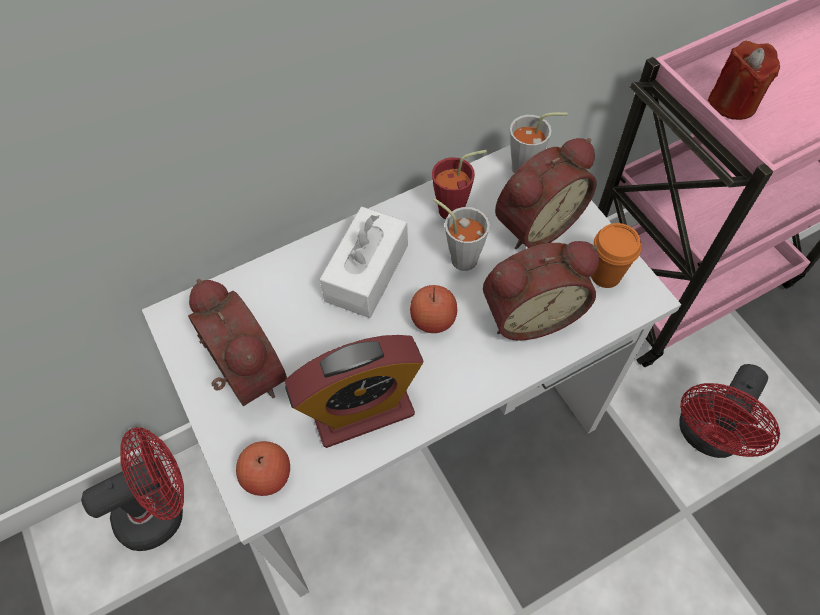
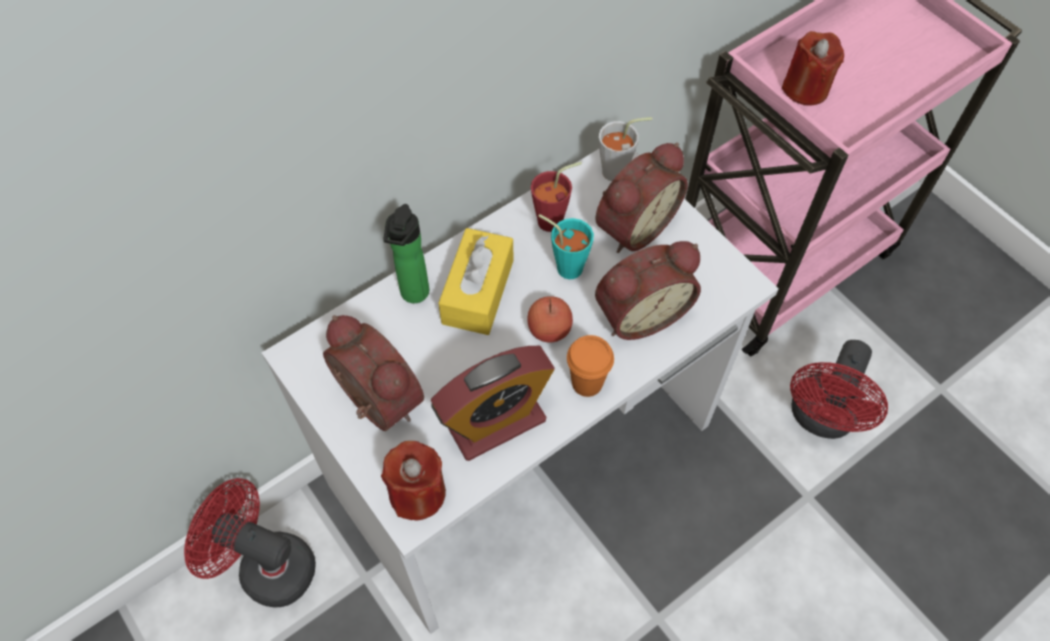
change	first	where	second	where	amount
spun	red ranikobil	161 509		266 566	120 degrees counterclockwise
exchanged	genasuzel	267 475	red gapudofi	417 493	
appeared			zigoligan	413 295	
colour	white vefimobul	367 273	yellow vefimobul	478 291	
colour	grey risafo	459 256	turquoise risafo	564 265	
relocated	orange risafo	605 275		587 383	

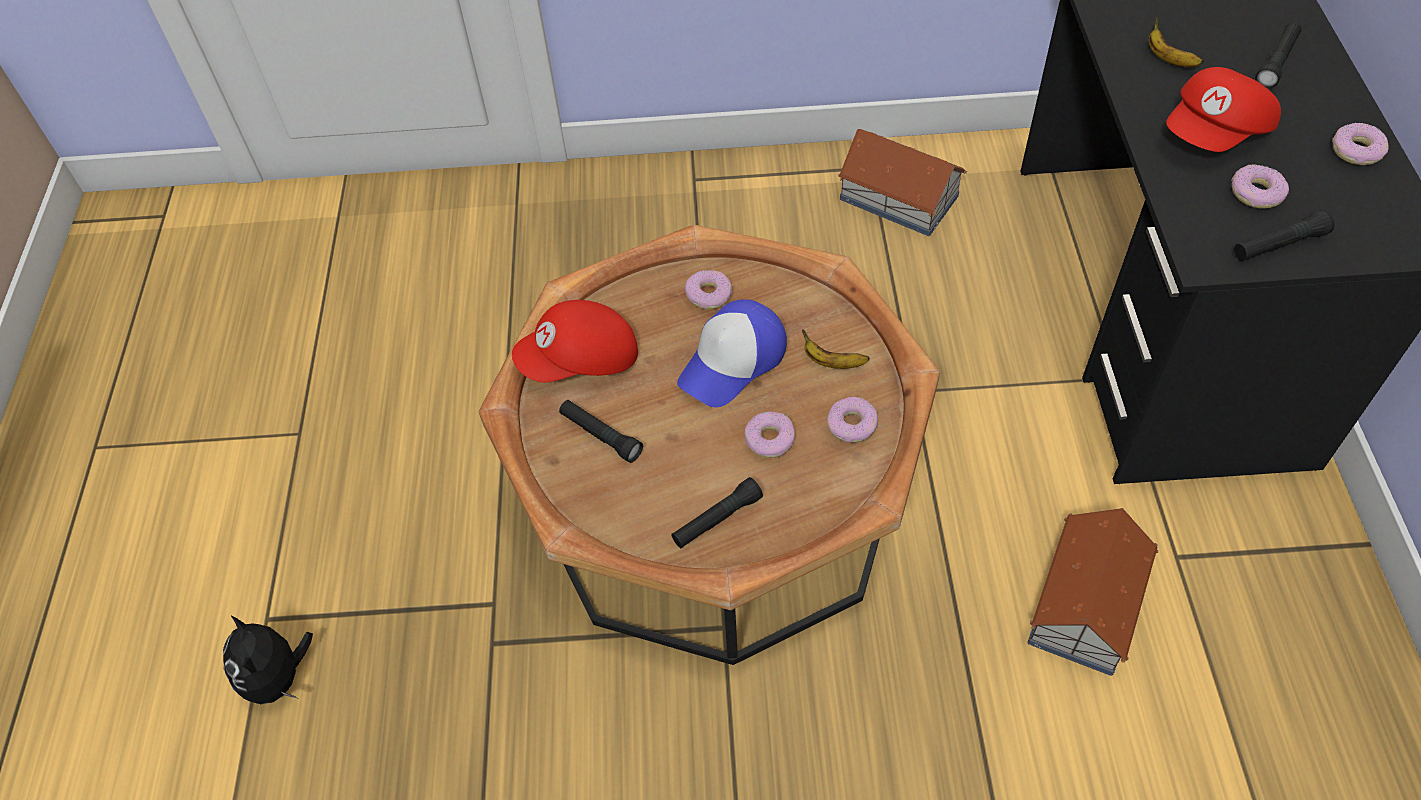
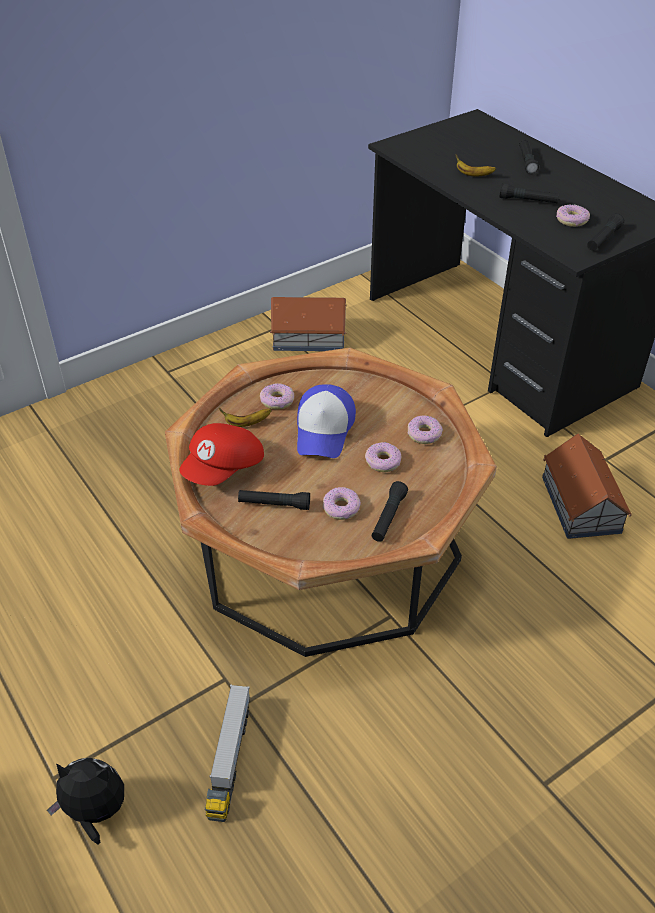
change	first	where	second	where	amount
spun	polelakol	279 678		95 812	150 degrees clockwise
appeared			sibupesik	229 759	
relocated	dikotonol	832 362		247 423	
relocated	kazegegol	1357 151		341 508	
exchanged	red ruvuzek	1216 134	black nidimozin	528 201	

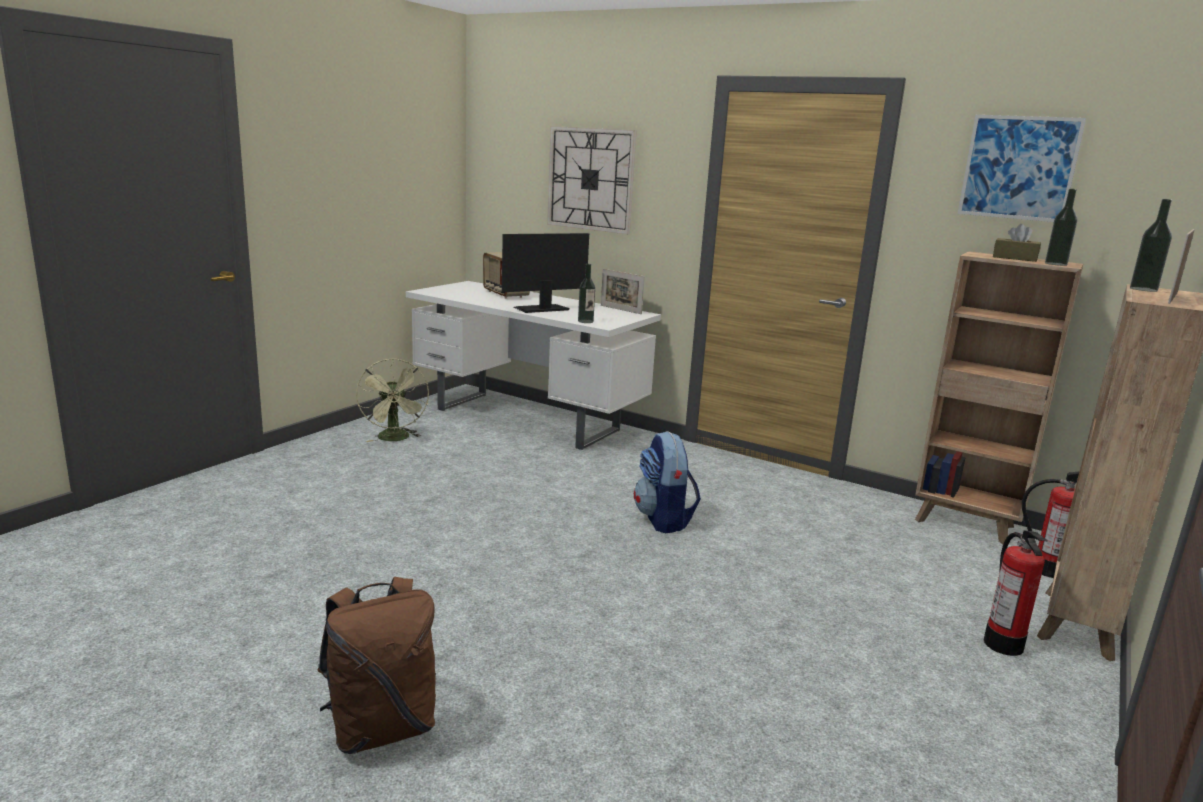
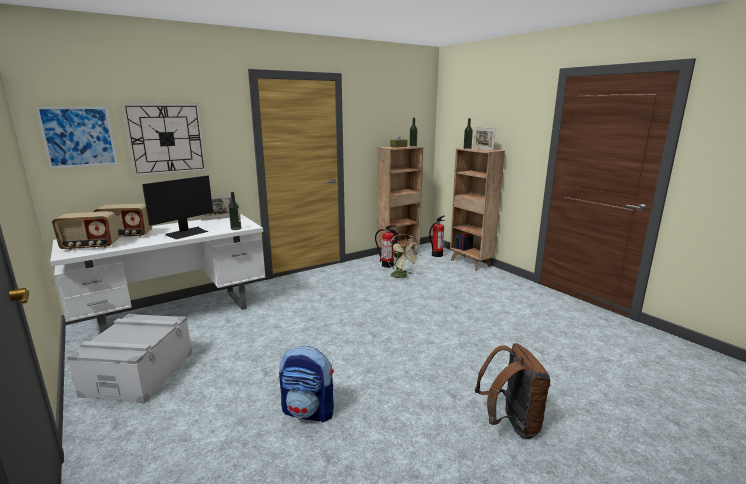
change	first	where	second	where	amount
relocated	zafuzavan	1019 168		78 137	
appeared			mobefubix	90 246	
exchanged	green ranikobil	395 439	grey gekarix	139 373	
spun	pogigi	541 309		187 233	135 degrees counterclockwise
relocated	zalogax	664 519		309 411	
relocated	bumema	1003 644		387 265	
appeared			beige ranikobil	402 276	

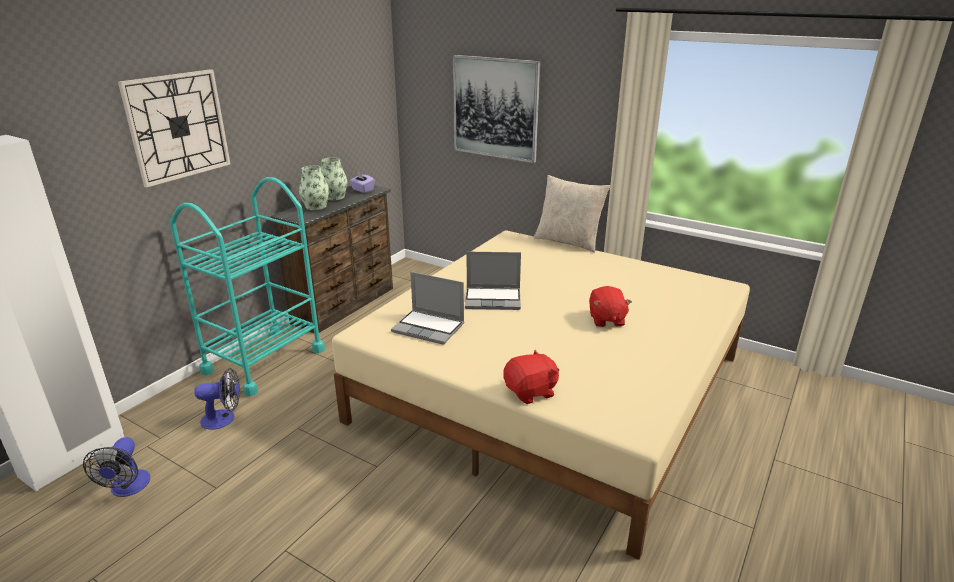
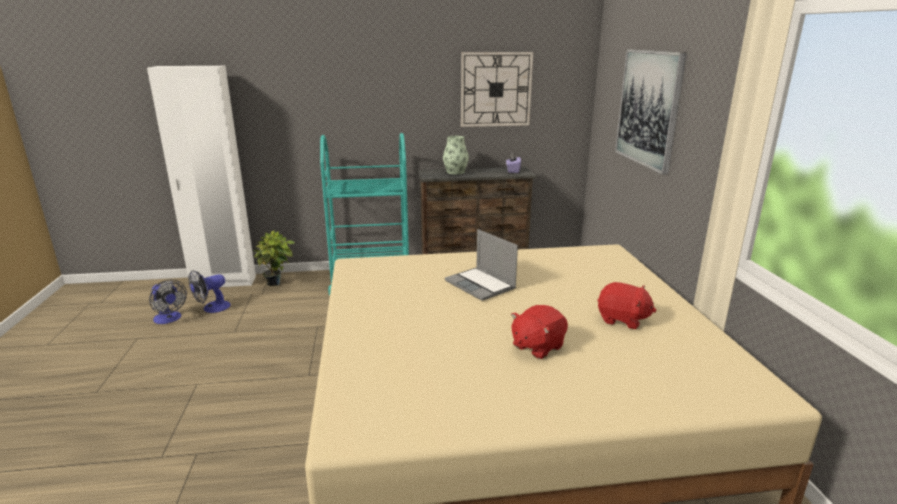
change	first	where	second	where	amount
relocated	ranikobil	224 419		169 319	
appeared			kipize	276 284	
relocated	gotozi	178 126		496 89	
relocated	red polelakol	531 392		622 319	
missing	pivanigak	334 197			
missing	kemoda	429 328			
missing	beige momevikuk	568 242			

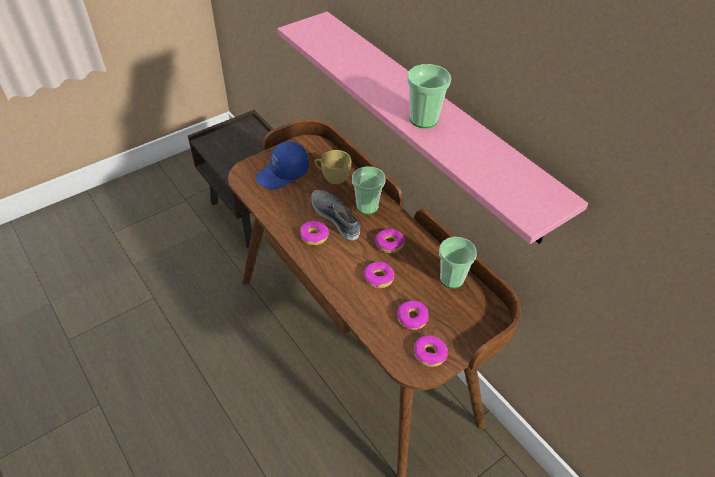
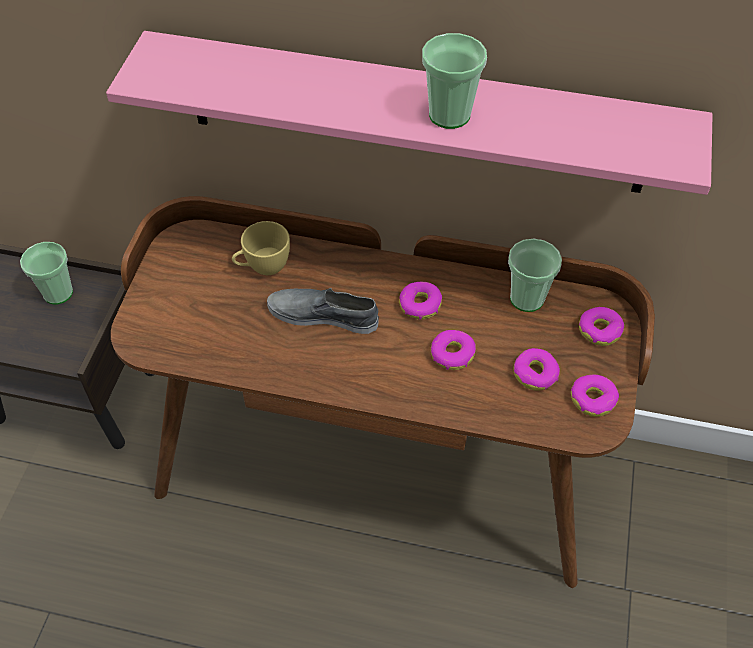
change	first	where	second	where	amount
relocated	risafo	367 206		58 293	
relocated	kazegegol	314 236		600 330	
missing	blue ruvuzek	283 174			

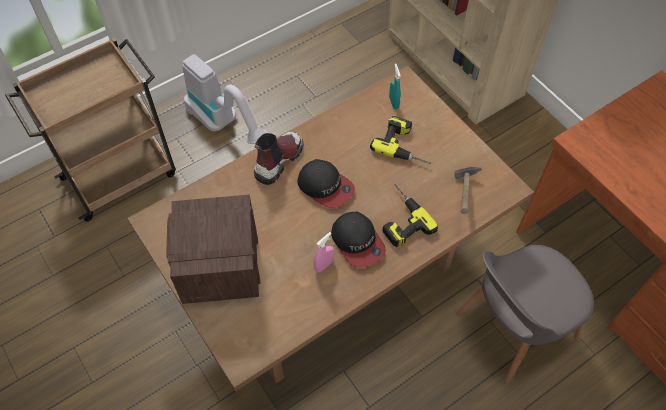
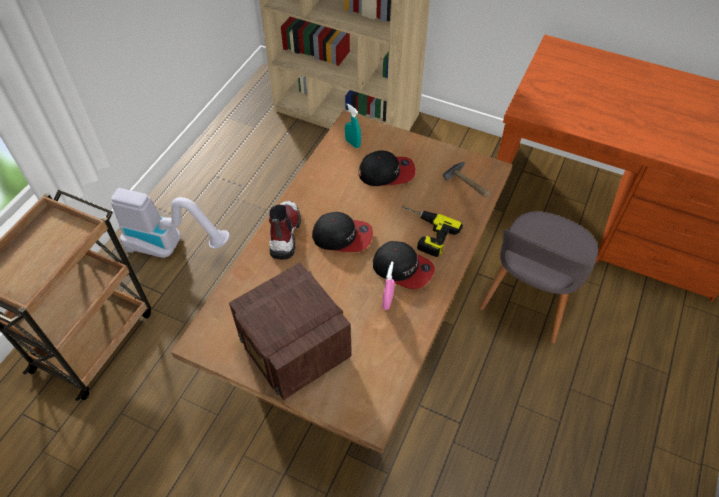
change	first	where	second	where	amount
exchanged	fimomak	405 145	ruvuzek	387 172	

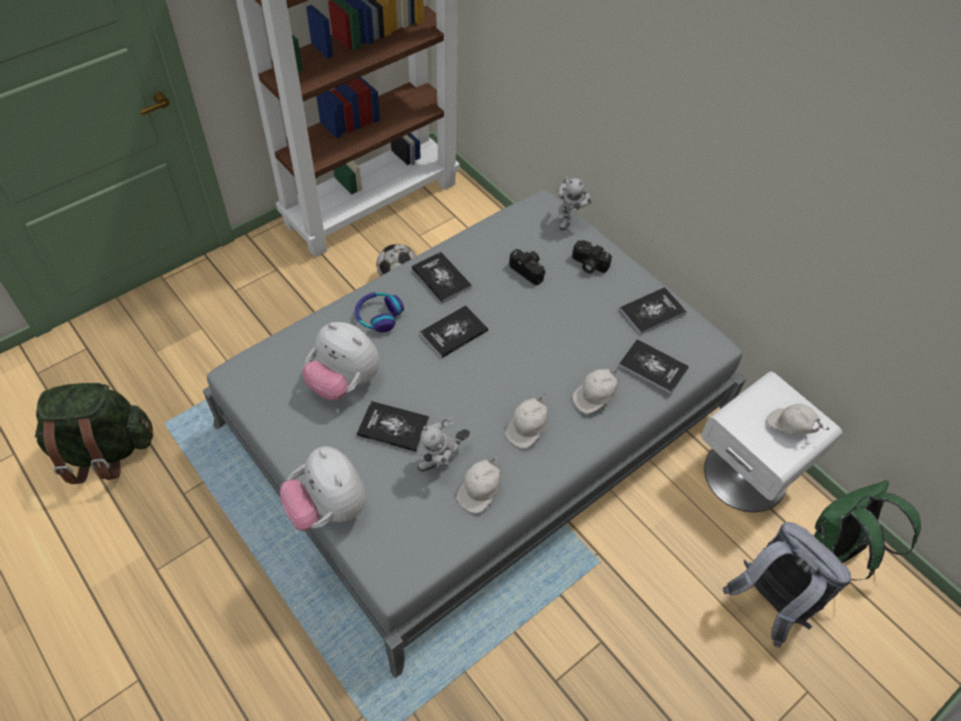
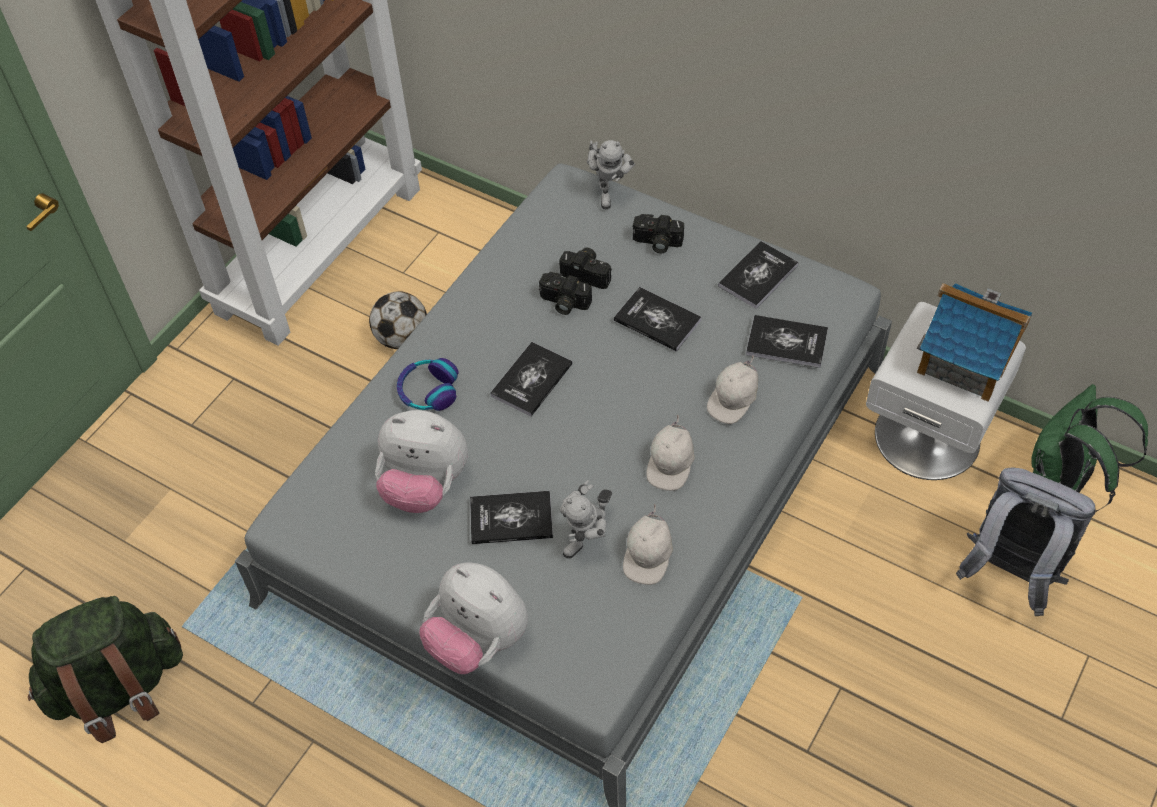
change	first	where	second	where	amount
appeared			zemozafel	563 303	
relocated	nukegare	441 278		657 320	
exchanged	white ruvuzek	790 427	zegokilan	966 360	

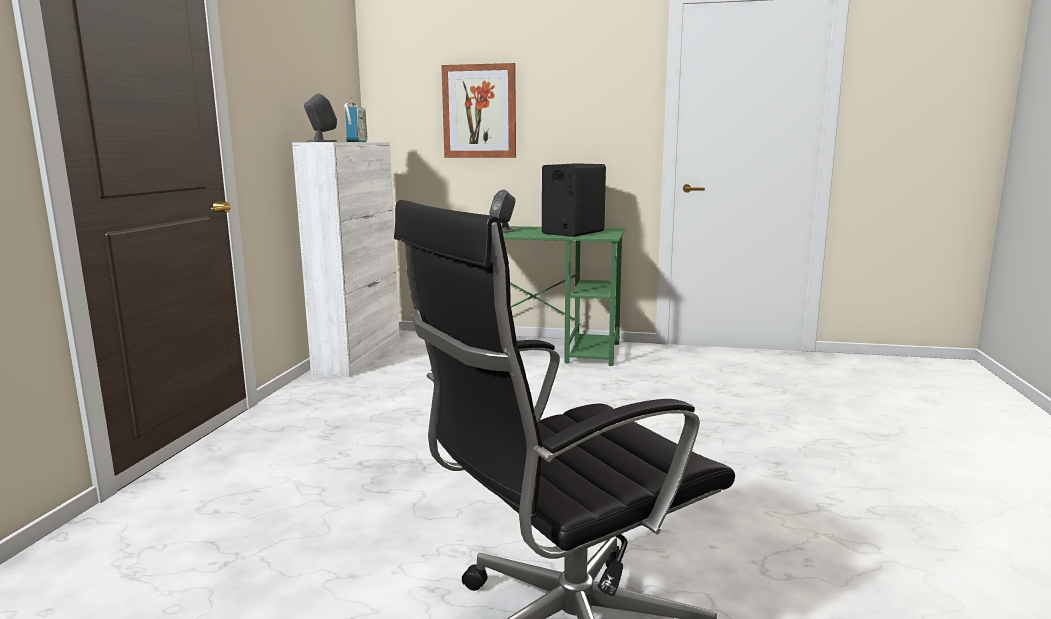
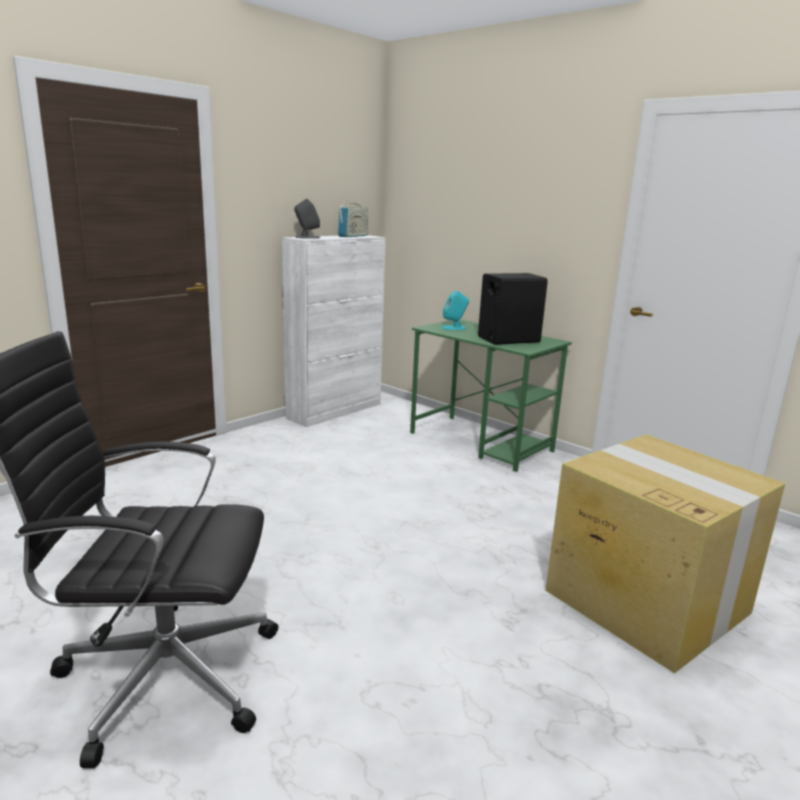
change	first	where	second	where	amount
colour	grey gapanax	503 231	turquoise gapanax	454 328	
appeared			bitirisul	644 600	
missing	zafuzavan	479 111			

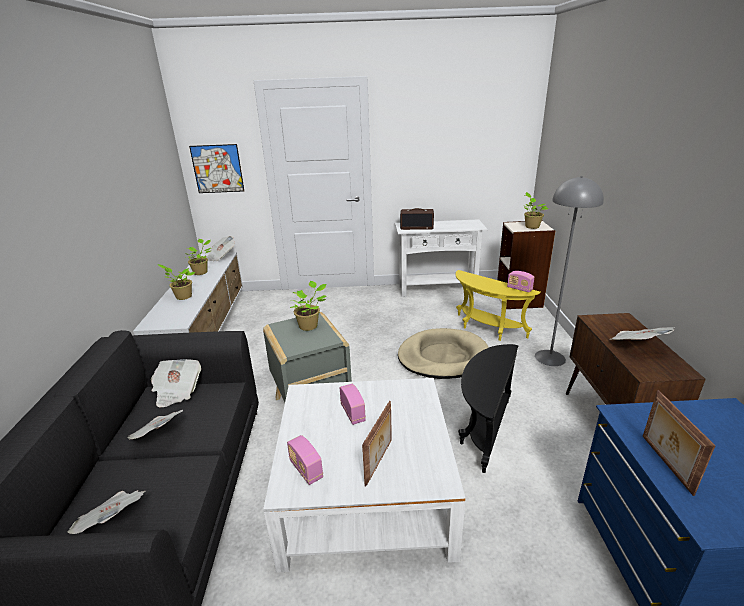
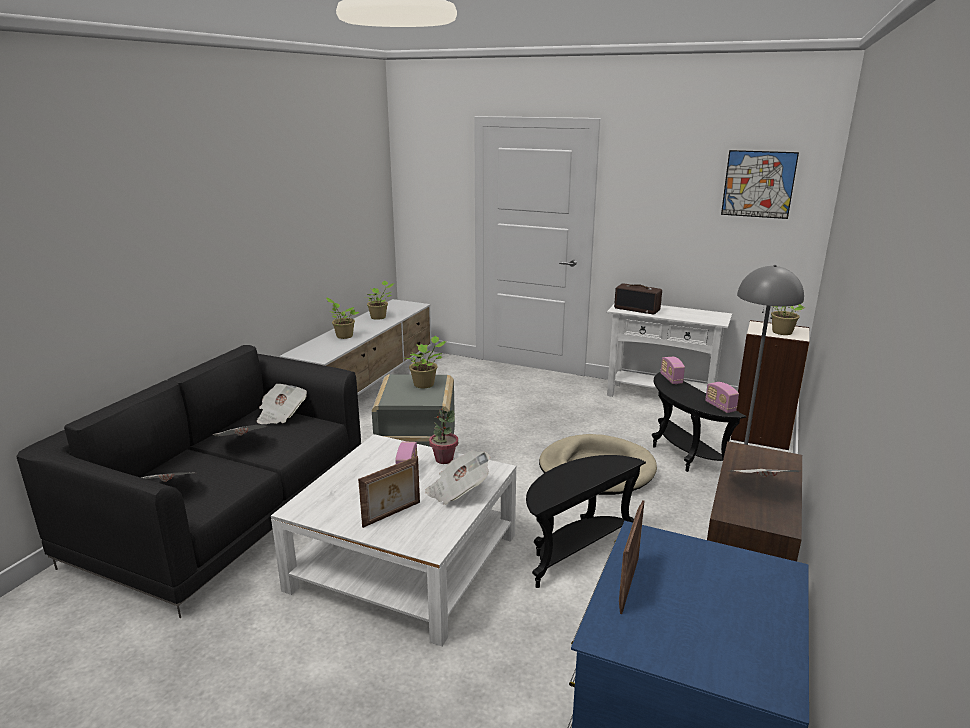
change	first	where	second	where	amount
relocated	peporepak	221 257		458 491	
appeared			kipize	444 459	
colour	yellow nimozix	487 329	black nimozix	682 455	
relocated	mobefubix	306 469		671 379	
relocated	zafuzavan	217 169		758 184	

